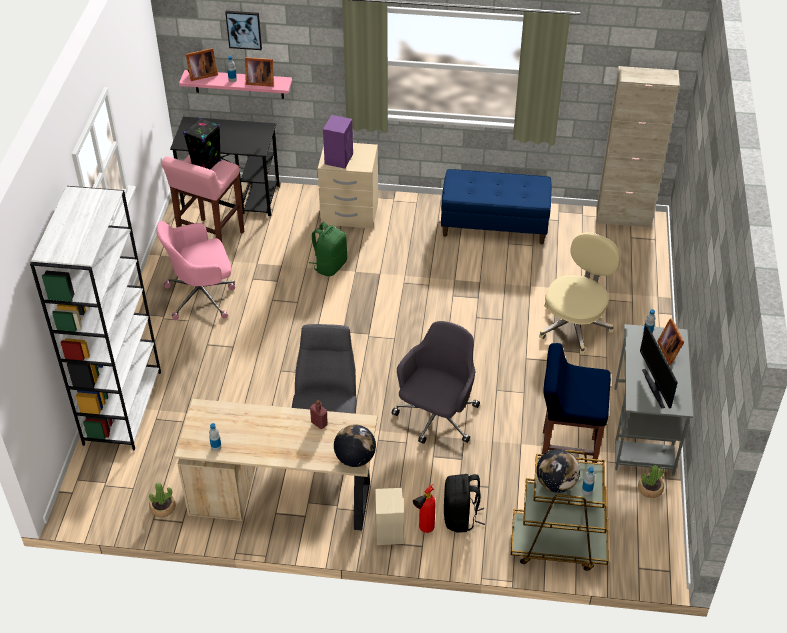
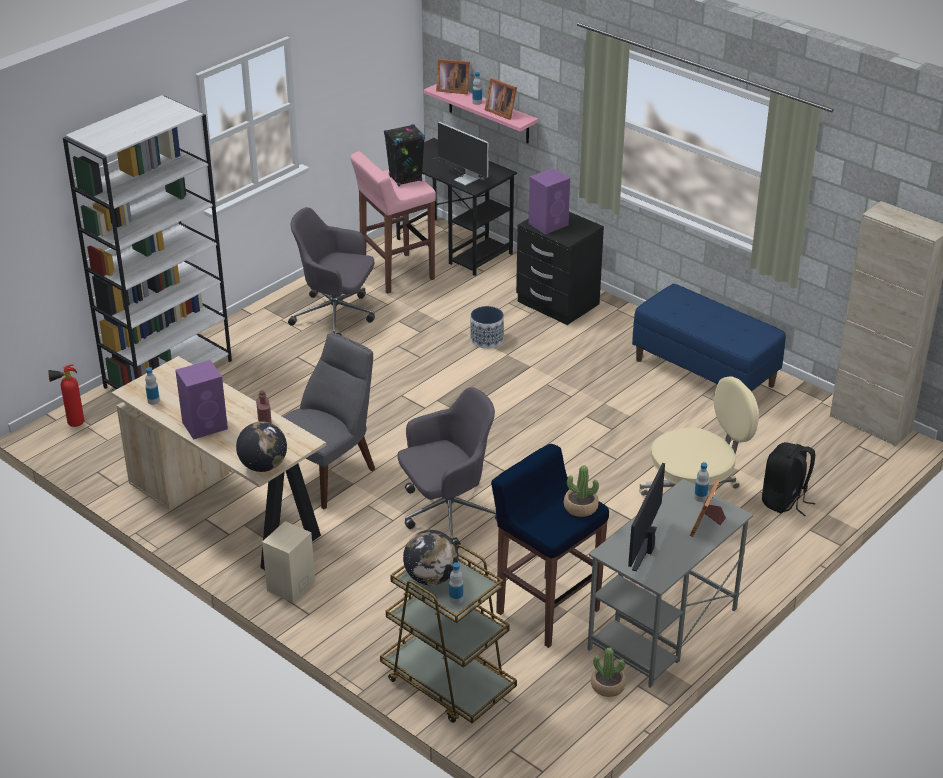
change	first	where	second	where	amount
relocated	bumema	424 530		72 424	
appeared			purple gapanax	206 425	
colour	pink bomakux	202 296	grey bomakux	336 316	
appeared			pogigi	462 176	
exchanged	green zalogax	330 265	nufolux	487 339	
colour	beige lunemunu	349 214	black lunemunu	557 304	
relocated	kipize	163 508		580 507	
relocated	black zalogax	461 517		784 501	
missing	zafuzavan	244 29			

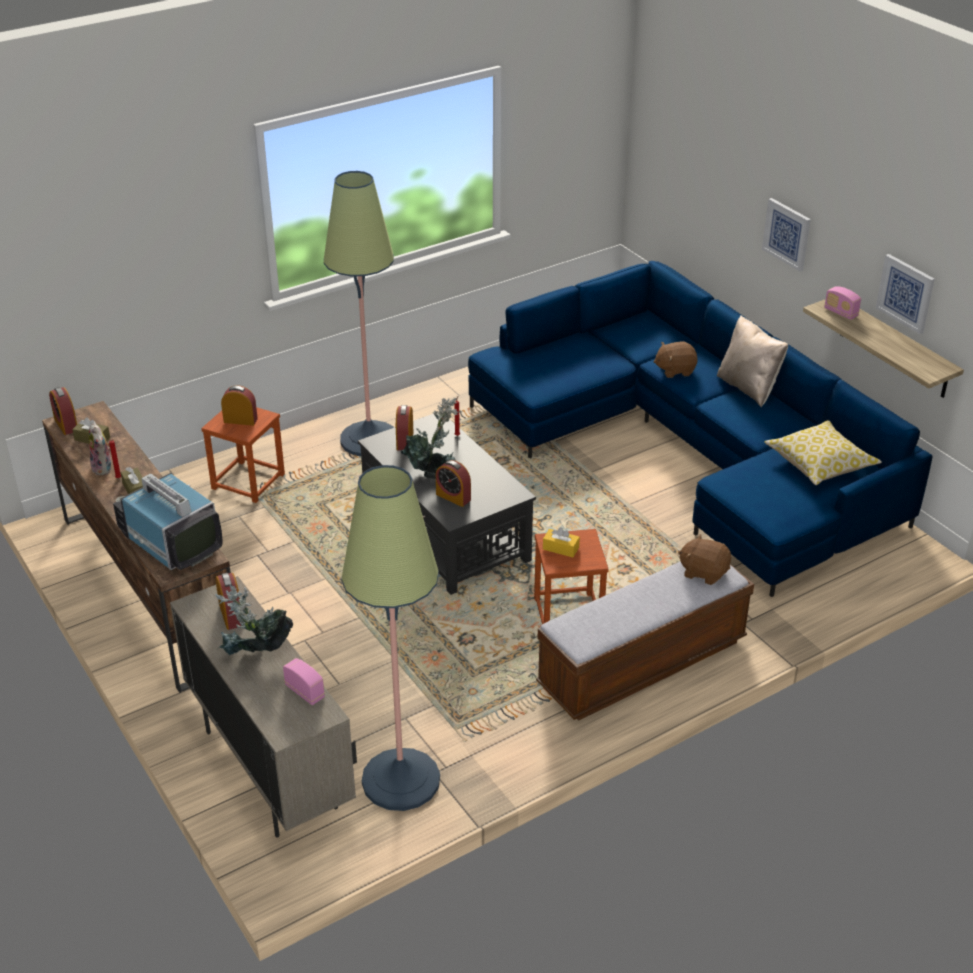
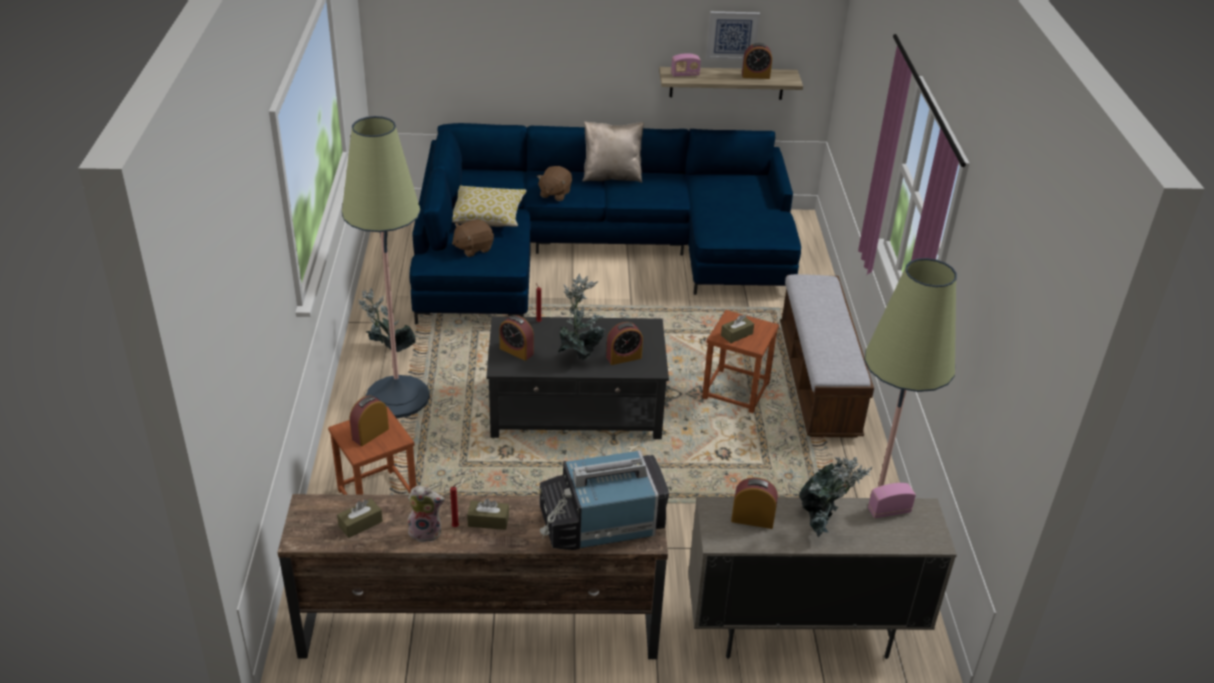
change	first	where	second	where	amount
appeared			kipize	388 351	
relocated	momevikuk	820 464		487 216	
relocated	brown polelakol	704 572		473 248	
colour	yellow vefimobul	560 548	brown vefimobul	736 334	
relocated	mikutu	66 424		755 76	
missing	zafuzavan	787 234			

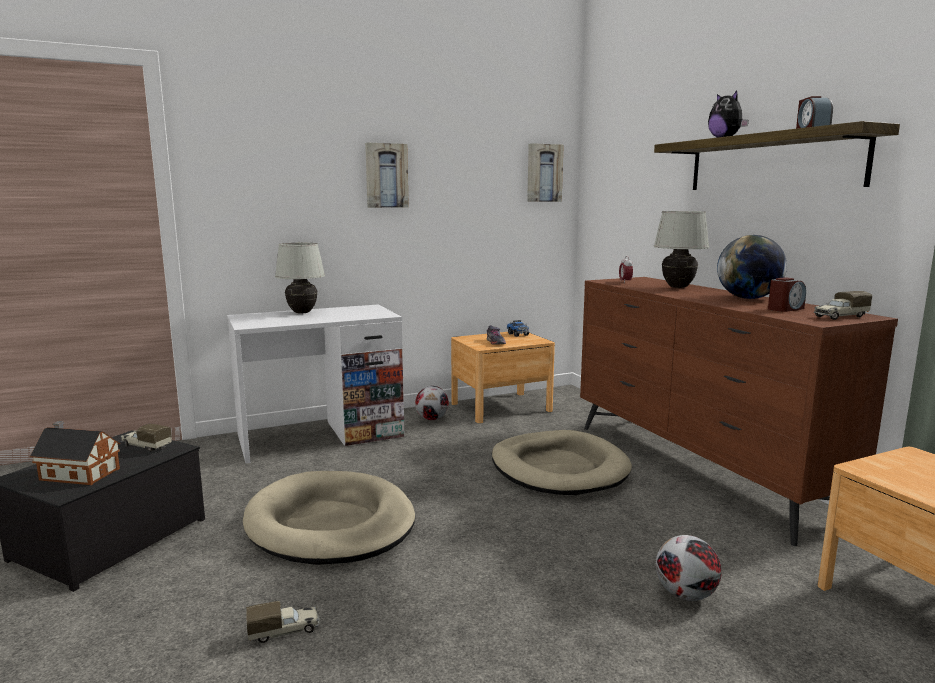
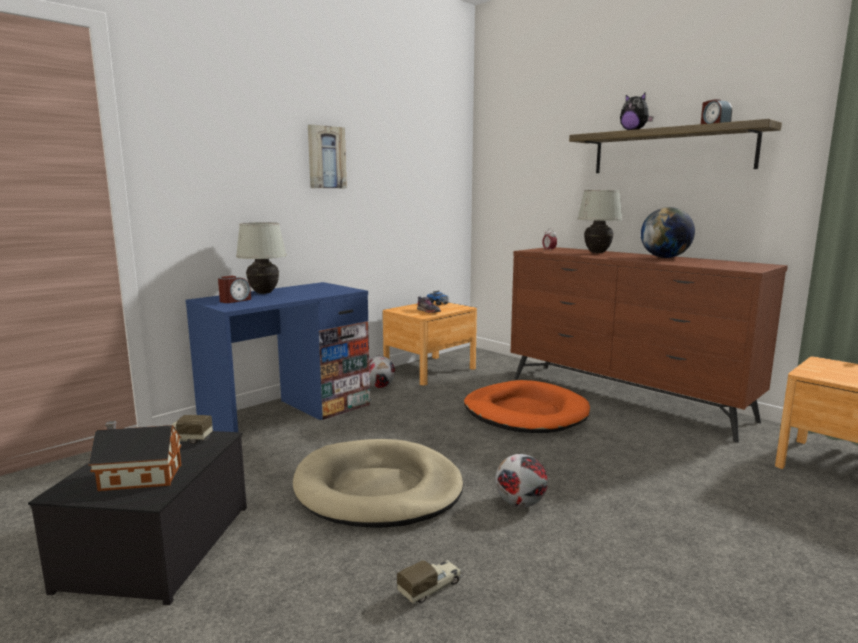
change	first	where	second	where	amount
colour	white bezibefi	320 436	blue bezibefi	287 414	
relocated	mikutu	785 309		235 300	
colour	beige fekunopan	559 468	orange fekunopan	525 412	
relocated	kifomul	685 595		520 504	
missing	zafuzavan	544 173			
missing	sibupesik	840 317			

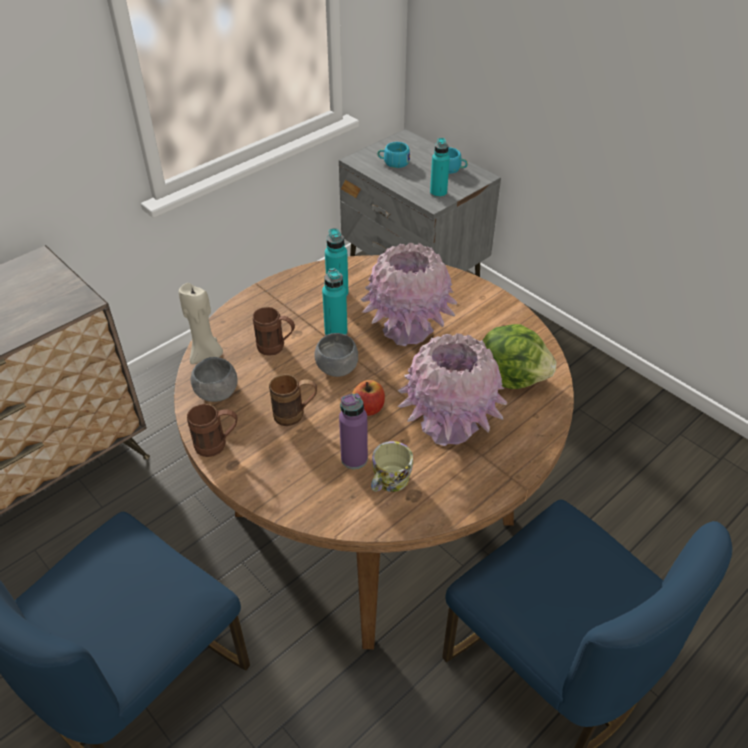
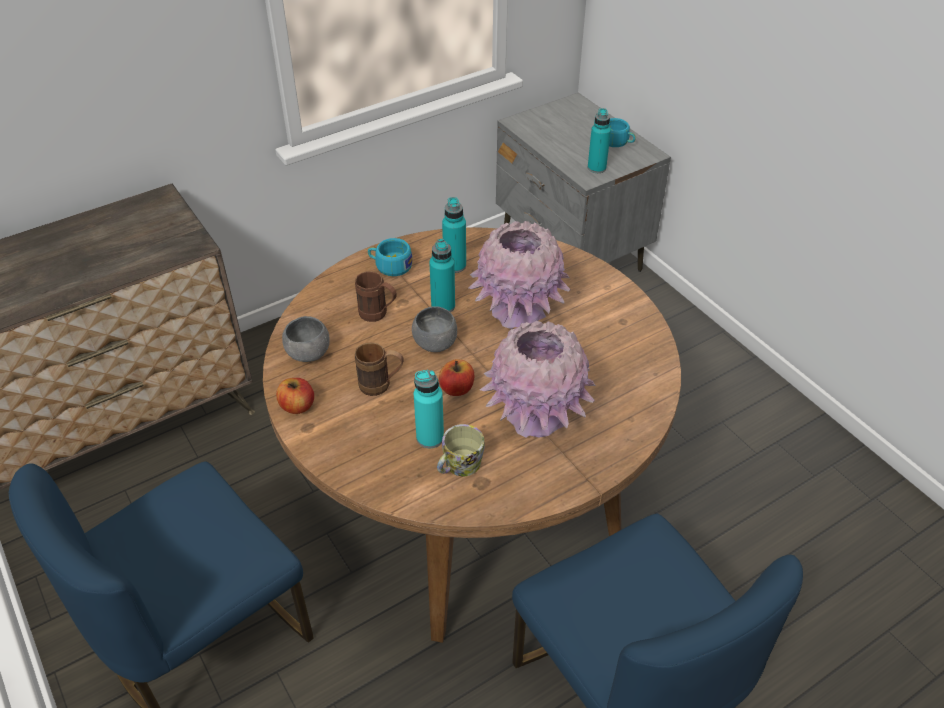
change	first	where	second	where	amount
exchanged	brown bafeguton	218 445	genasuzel	297 406	
relocated	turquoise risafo	393 162		390 265	
colour	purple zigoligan	354 459	turquoise zigoligan	430 438	
missing	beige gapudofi	206 354			
missing	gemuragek	511 377			

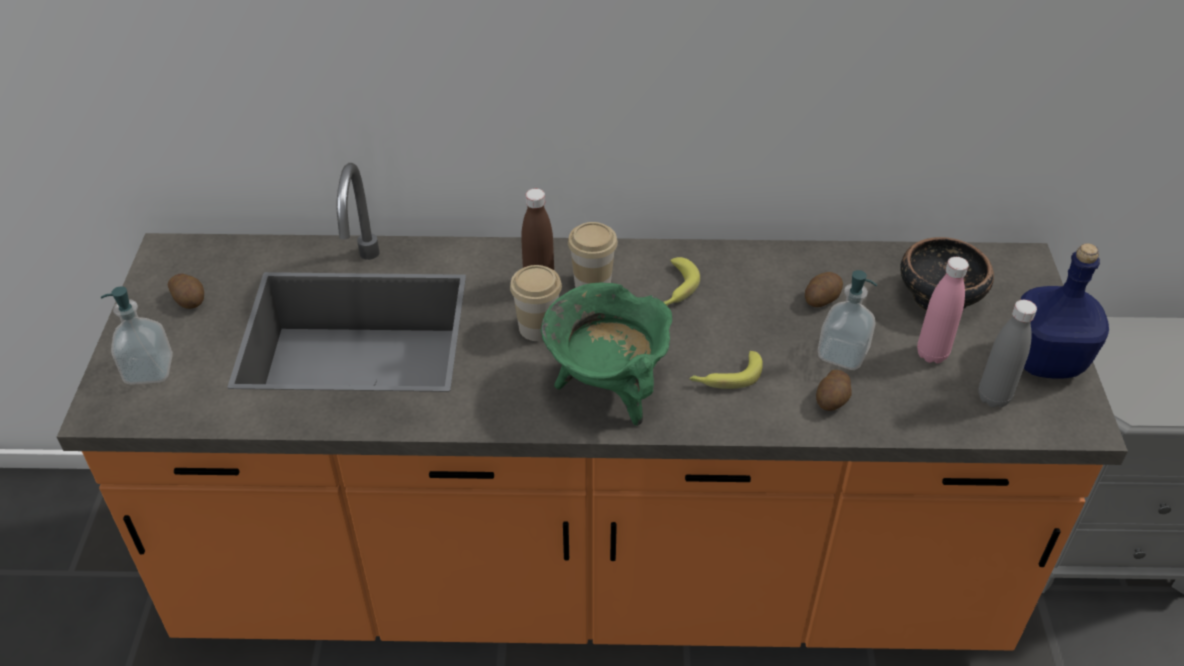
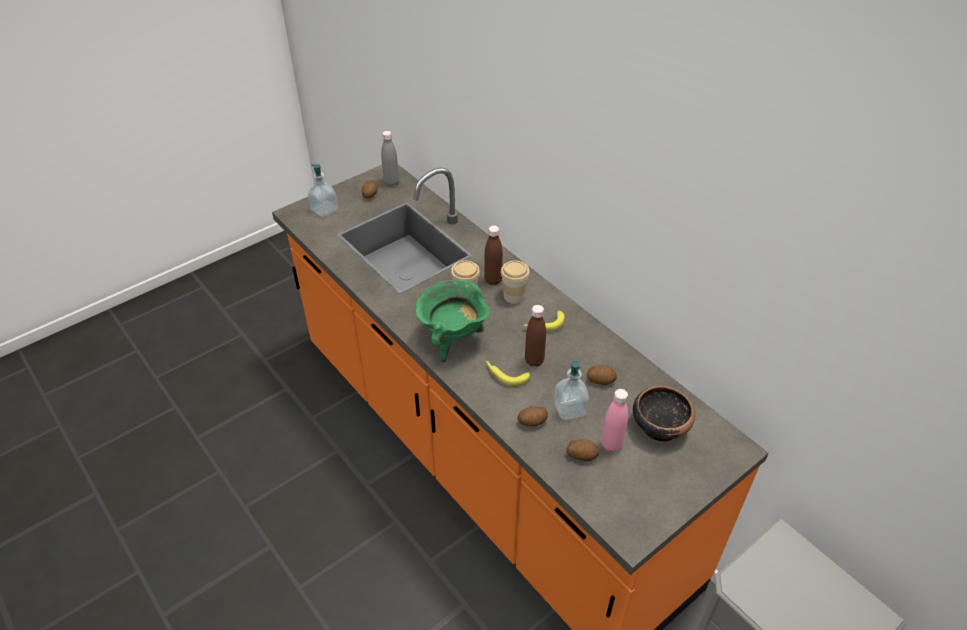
change	first	where	second	where	amount
relocated	grey zigoligan	993 397		391 183	
appeared			brown zigoligan	534 360	
appeared			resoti	582 455	
missing	blue zigoligan	1047 360			

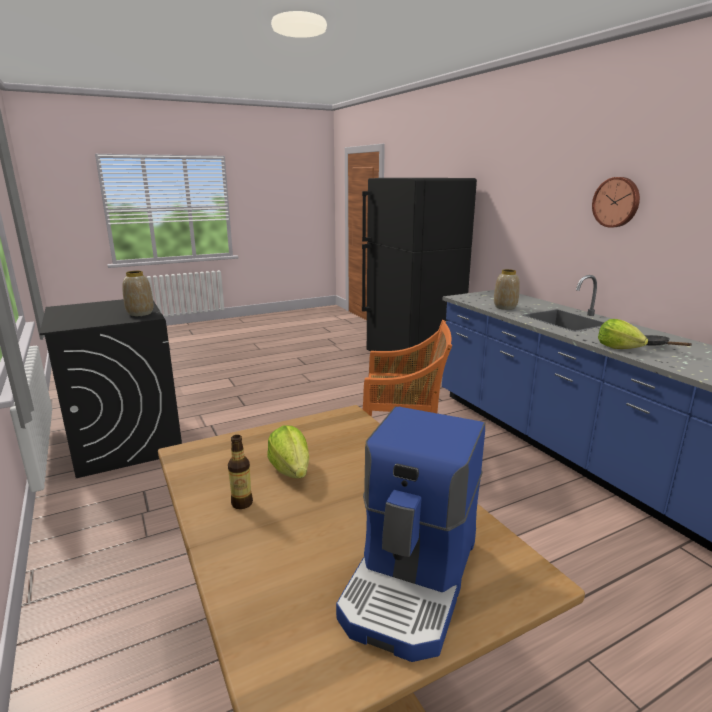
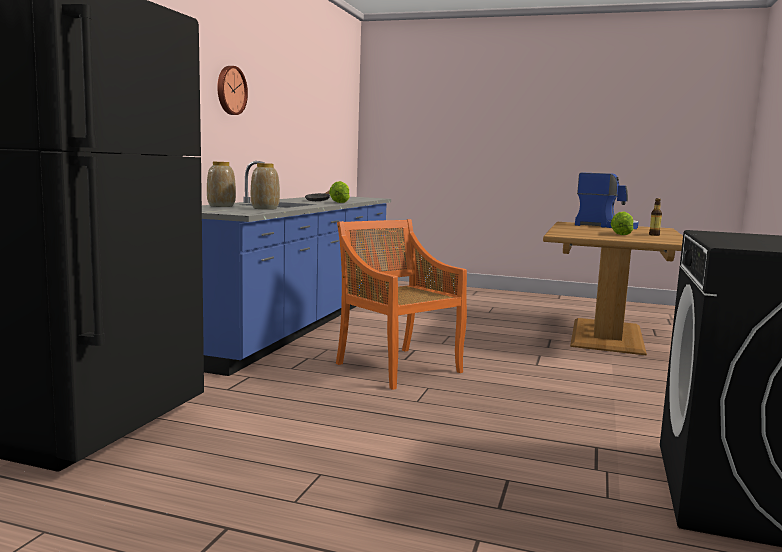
change	first	where	second	where	amount
relocated	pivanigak	140 313		221 206	
spun	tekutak	413 581		605 226	45 degrees clockwise

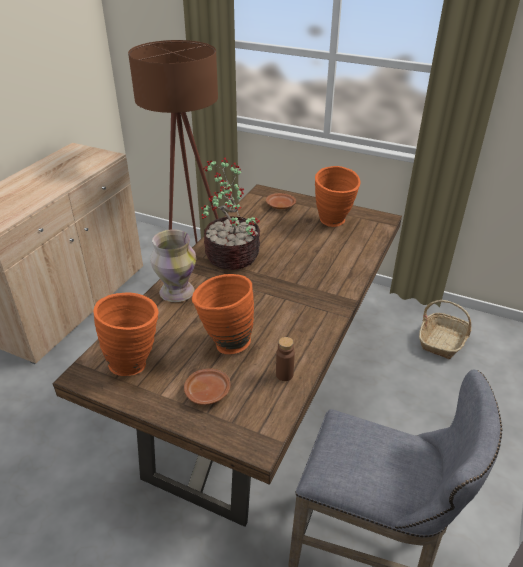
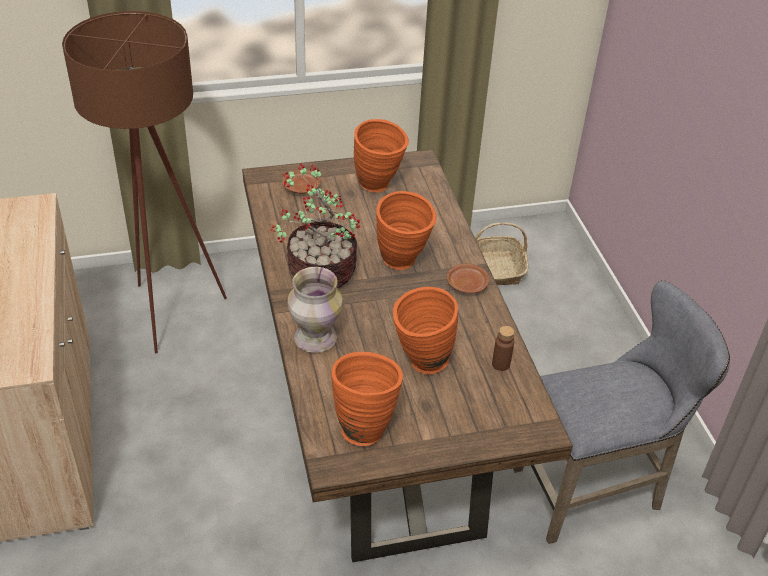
change	first	where	second	where	amount
appeared			orange pivanigak	403 263	
relocated	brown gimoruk	208 391		467 284	

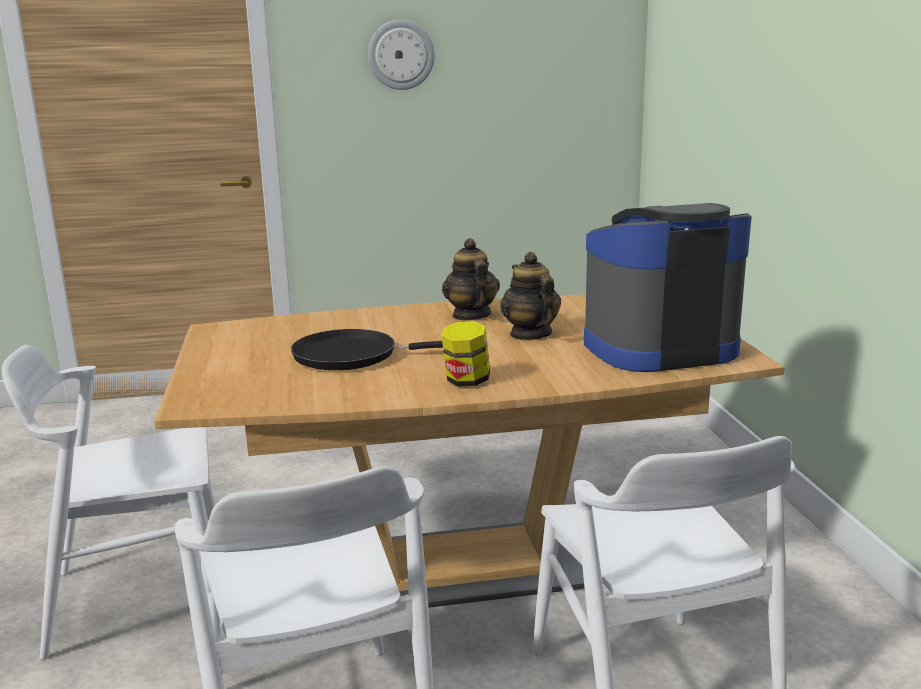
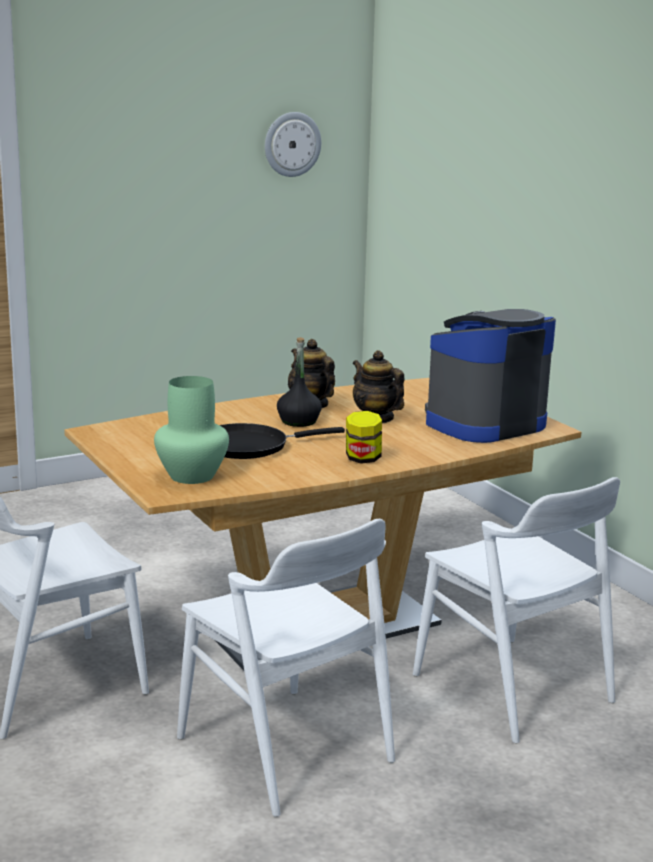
change	first	where	second	where	amount
appeared			green pivanigak	191 475	
relocated	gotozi	401 55		292 144	
appeared			black zigoligan	299 421	

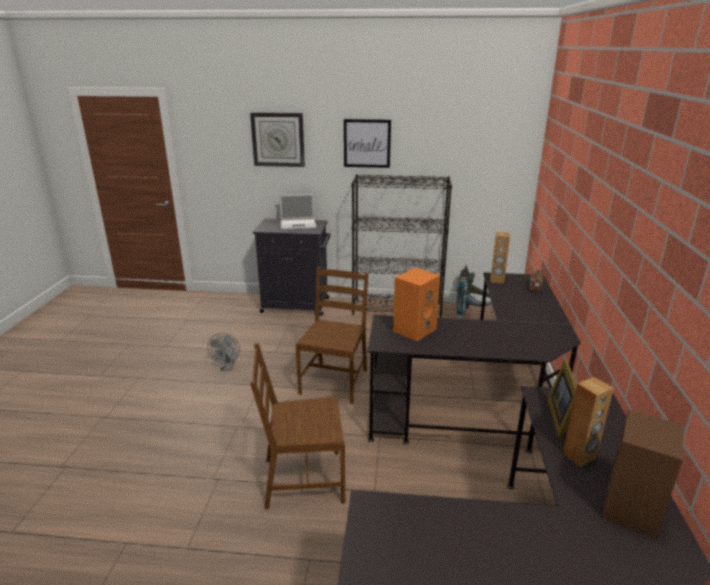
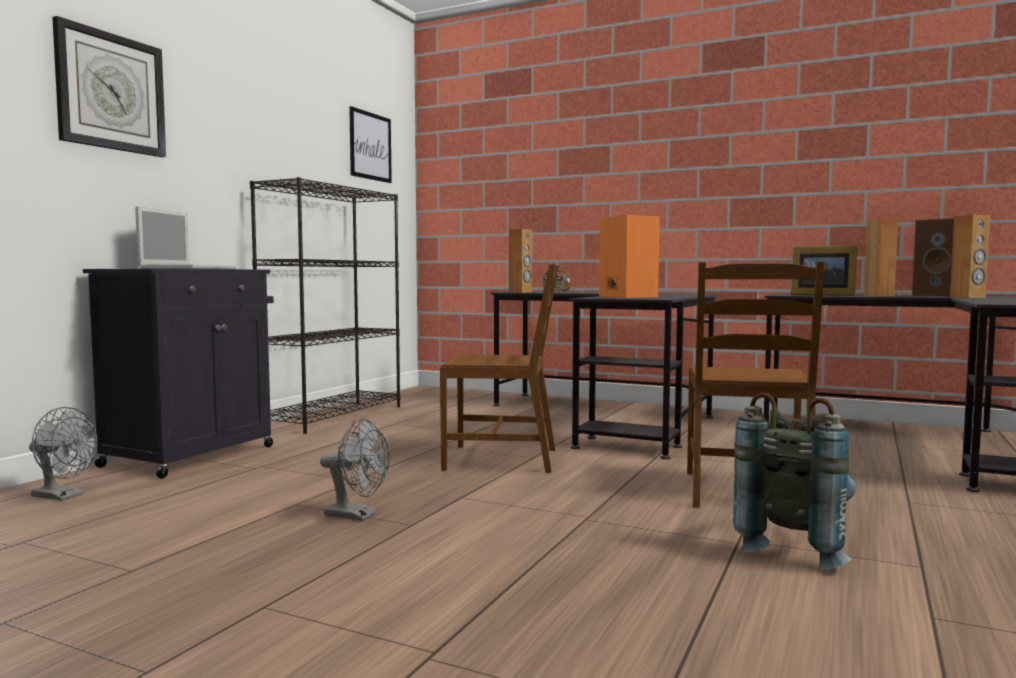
change	first	where	second	where	amount
appeared			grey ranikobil	63 496	
relocated	zafuzavan	367 143		370 146	
spun	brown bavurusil	334 381		502 459	150 degrees clockwise
relocated	grey zalogax	472 315		796 548	
appeared			brown gapanax	967 297	

